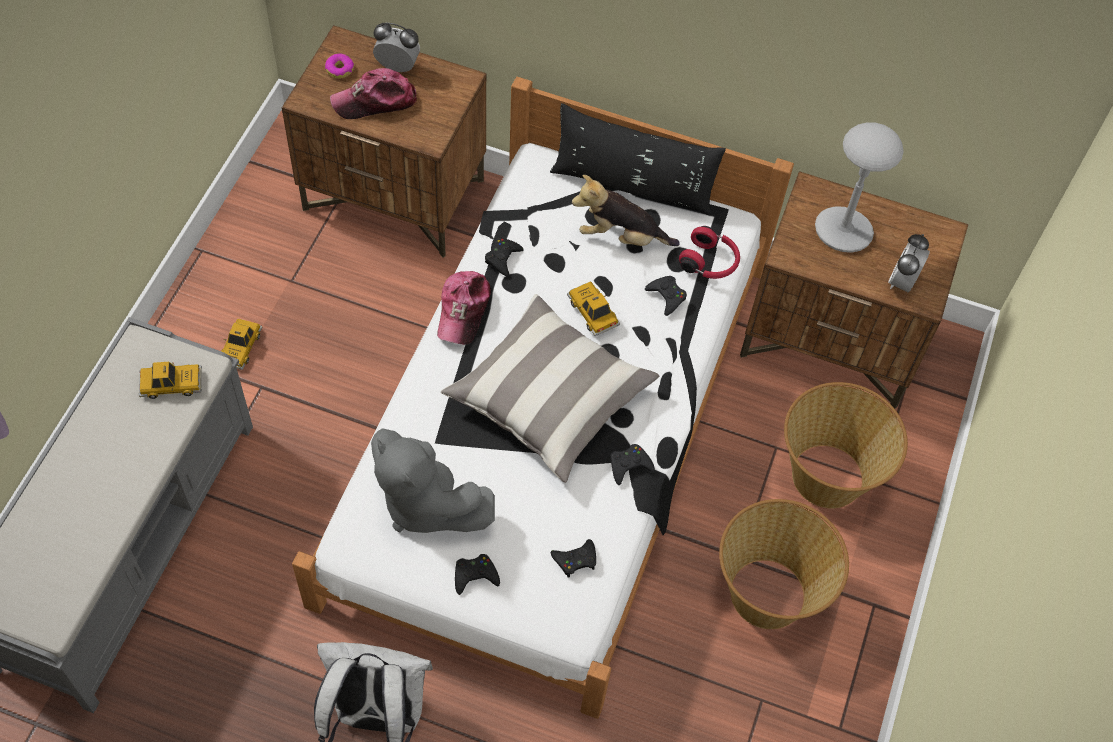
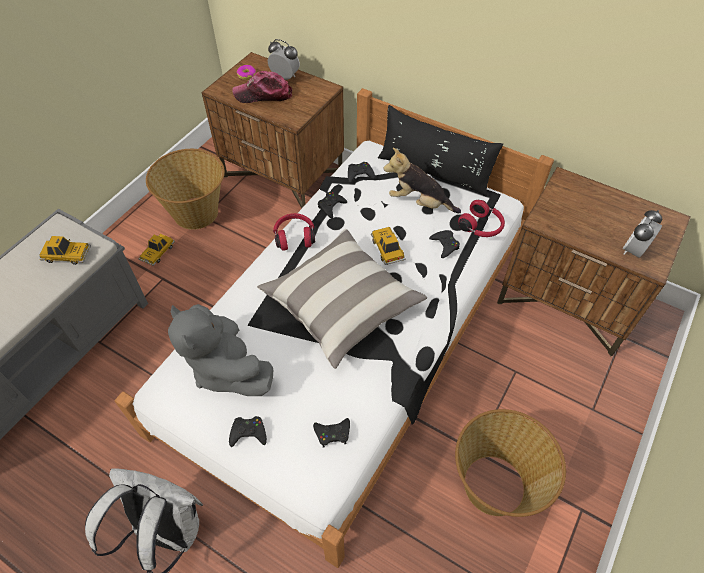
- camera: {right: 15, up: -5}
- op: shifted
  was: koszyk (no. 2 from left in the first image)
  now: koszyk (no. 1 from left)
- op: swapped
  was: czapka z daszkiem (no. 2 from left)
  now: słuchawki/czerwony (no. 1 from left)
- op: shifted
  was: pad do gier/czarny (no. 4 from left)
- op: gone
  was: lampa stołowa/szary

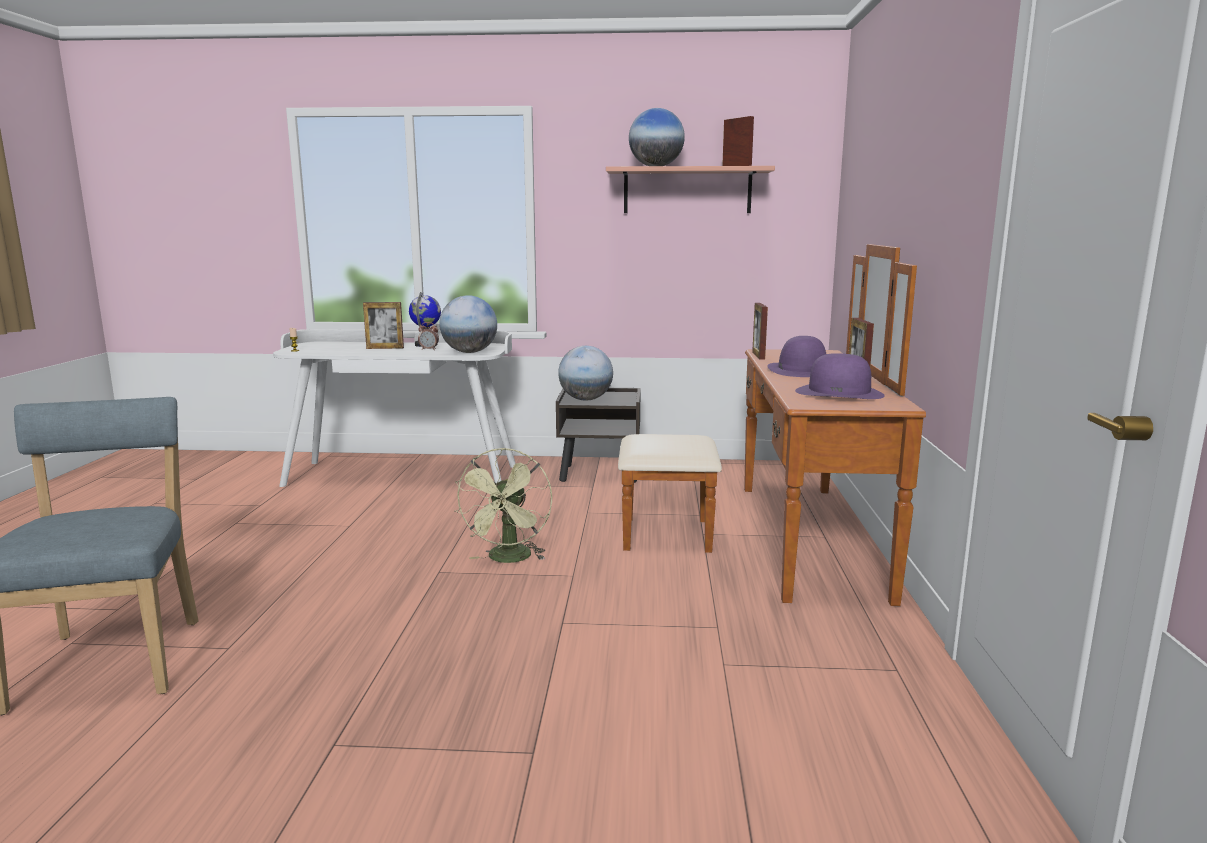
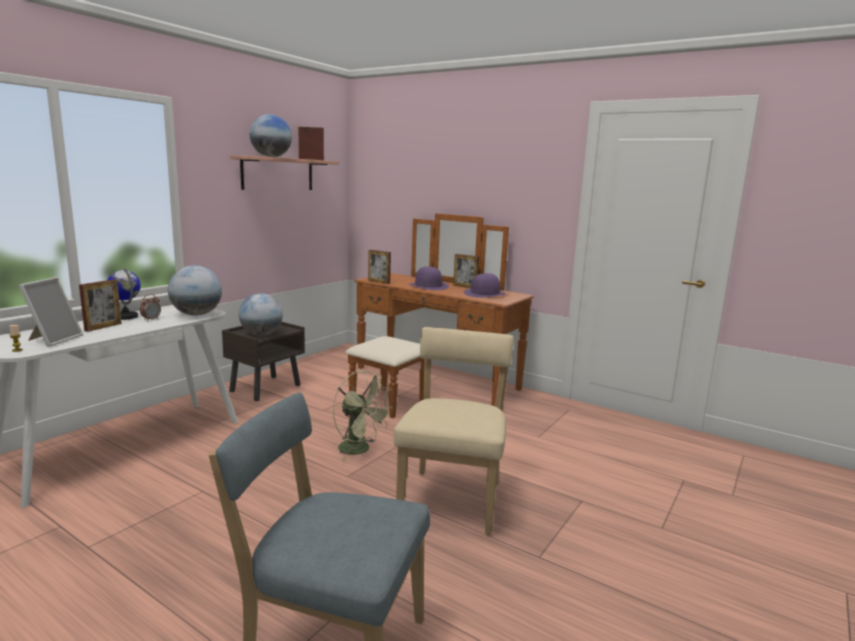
- camera: {right: -60, up: 0}
- op: new
  now: ramka na zdjęcie (no. 1 from left)
- op: new
  now: krzesło/beżowy

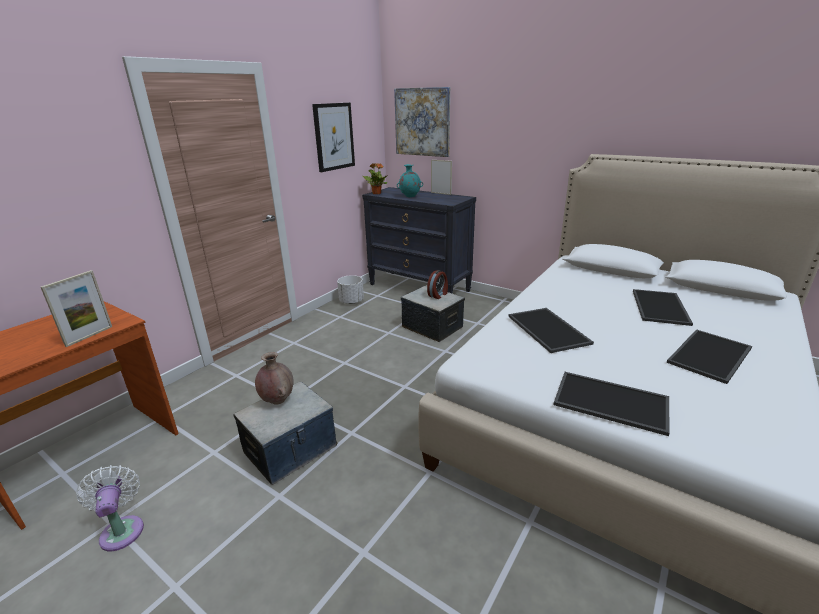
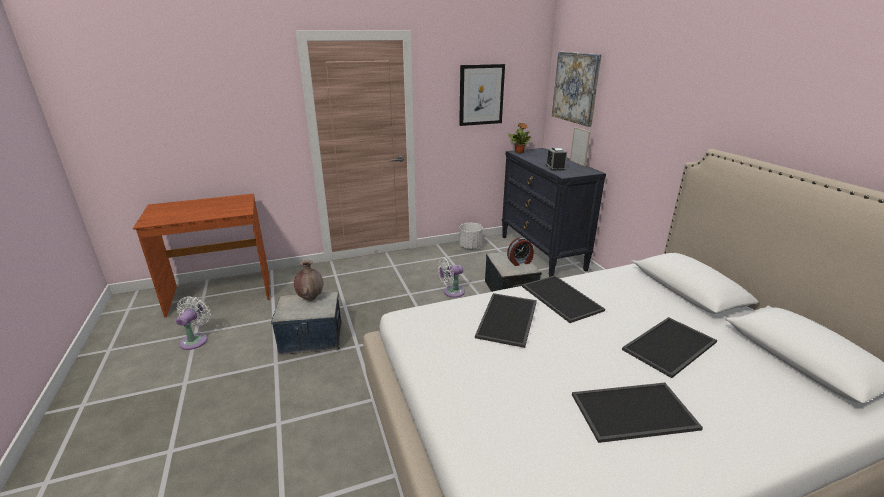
- camera: {right: 35, up: 0}
- op: new
  now: wentylator/biały (no. 2 from left)
- op: shifted
  was: taca (no. 2 from left)
- op: new
  now: budzik (no. 2 from left)
- op: gone
  was: ramka na zdjęcie (no. 1 from left)
- op: gone
  was: wazon/turkusowy

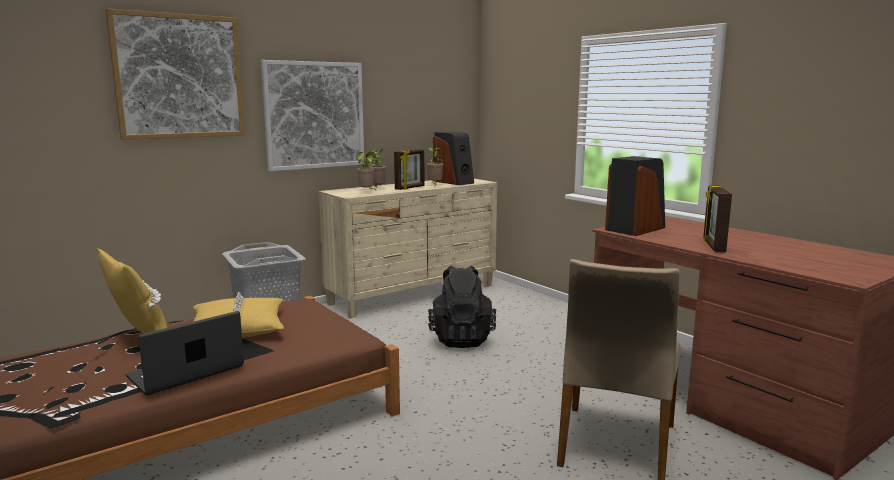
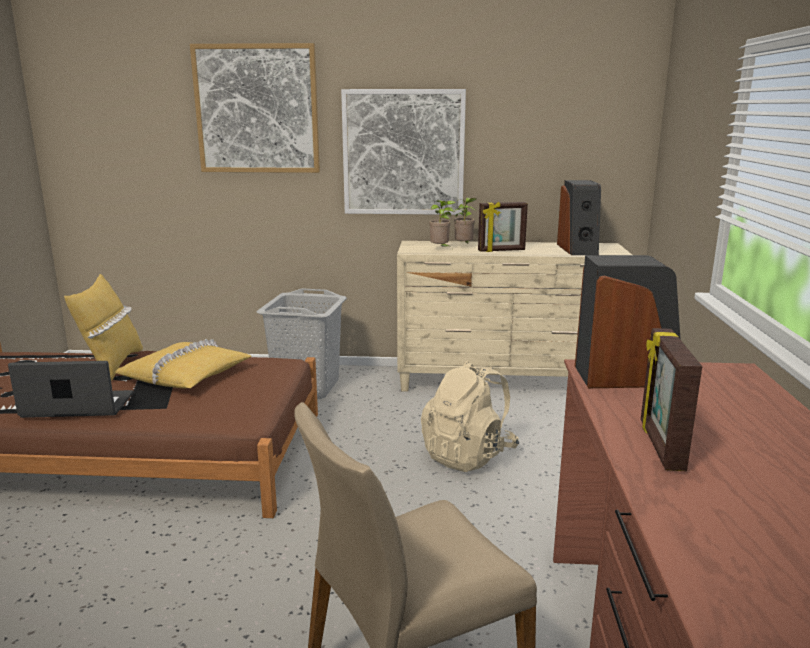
- camera: {right: 40, up: 5}
- op: repainted
  was: plecak/czarny
  now: plecak/beżowy
- op: rotated
  was: ramka na zdjęcie (no. 2 from left)
  clockwise: -45
- op: gone
  was: roślina doniczkowa (no. 3 from left)

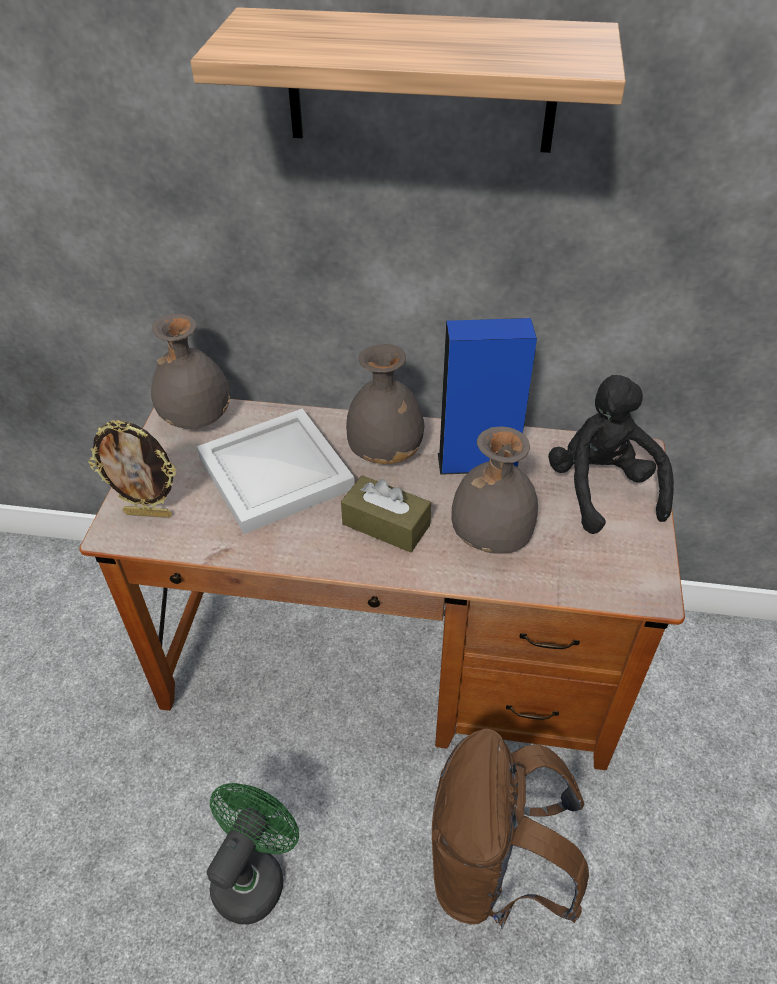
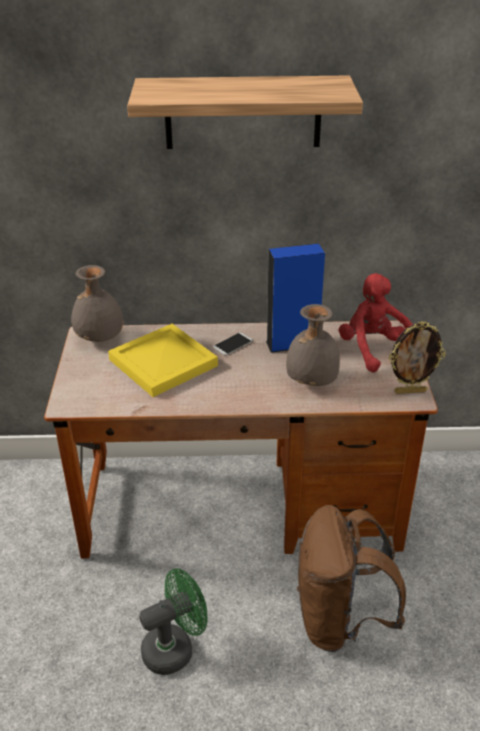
- camera: {right: -10, up: -10}
- op: repainted
  was: taca/biały
  now: taca/żółty
- op: rotated
  was: wentylator/zielony
  clockwise: 45
- op: swapped
  was: wazon/szary (no. 2 from left)
  now: telefon
- op: repainted
  was: pluszak/czarny
  now: pluszak/czerwony
- op: shifted
  was: ramka na zdjęcie
- op: gone
  was: pudełko chusteczek/brązowy

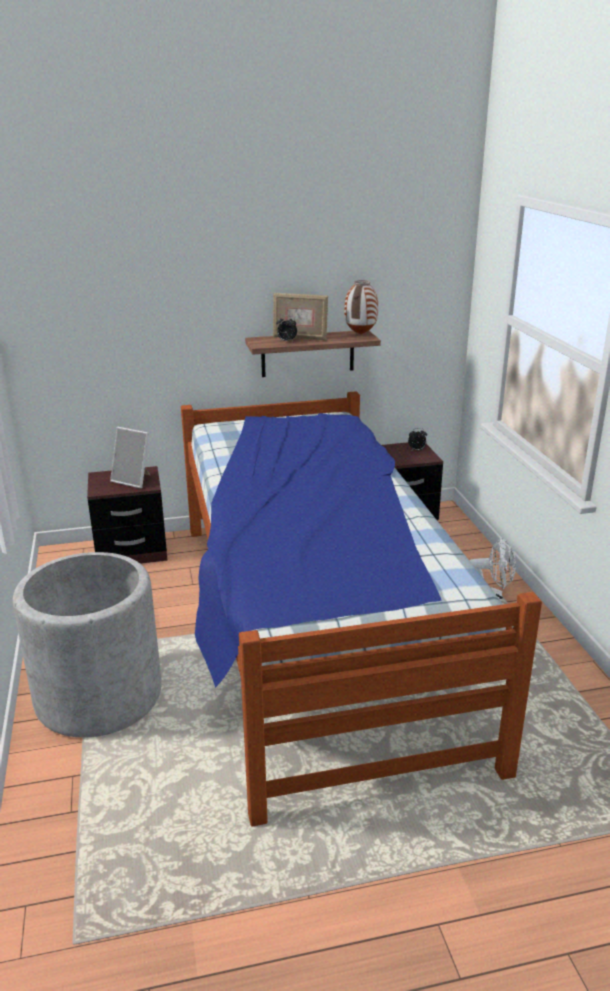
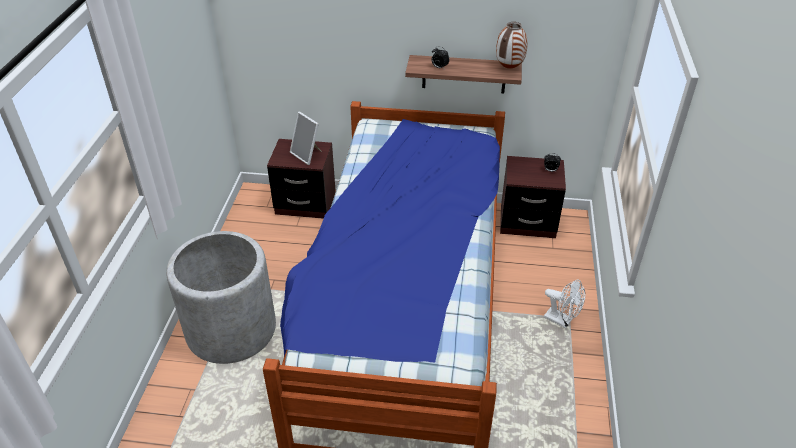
- camera: {right: 20, up: 15}
- op: gone
  was: ramka na zdjęcie (no. 2 from left)

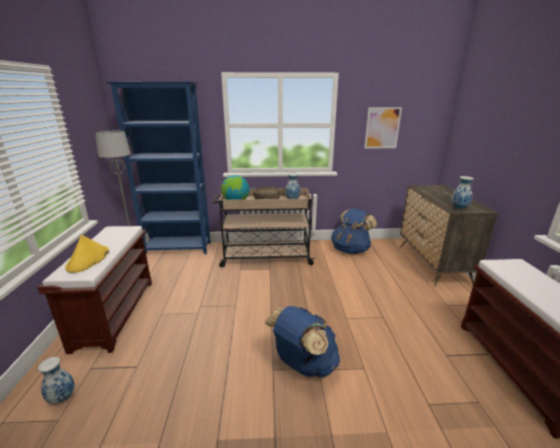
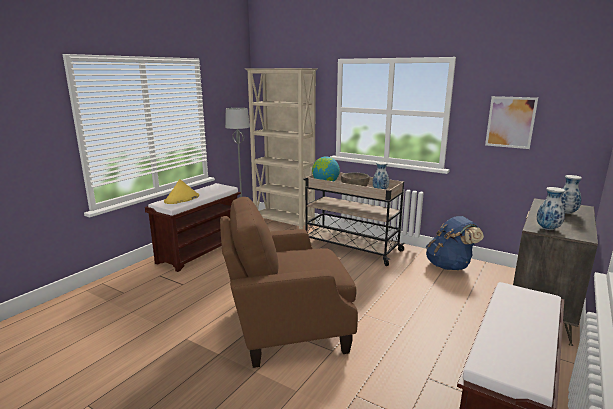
- camera: {right: 35, up: -5}
- op: swapped
  was: plecak/niebieski (no. 1 from left)
  now: fotel/brązowy
- op: repainted
  was: regał/niebieski
  now: regał/beżowy
- op: shifted
  was: wazon (no. 1 from left in the first image)
  now: wazon (no. 3 from left)

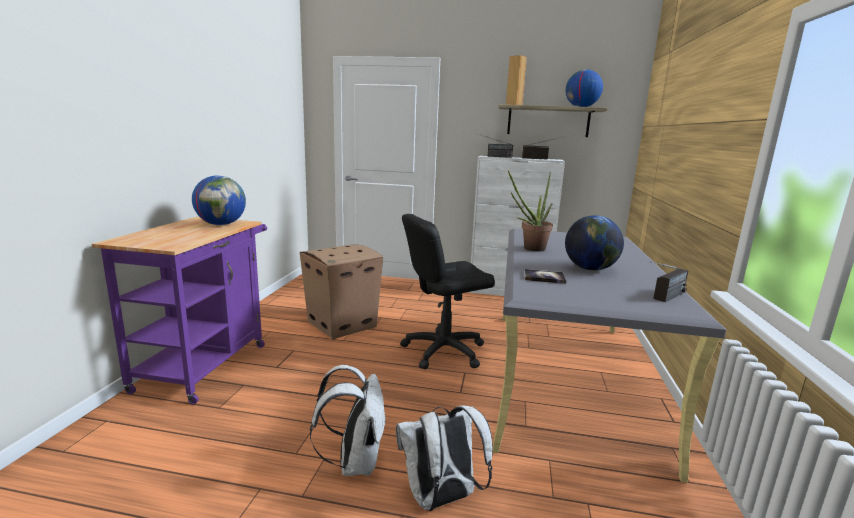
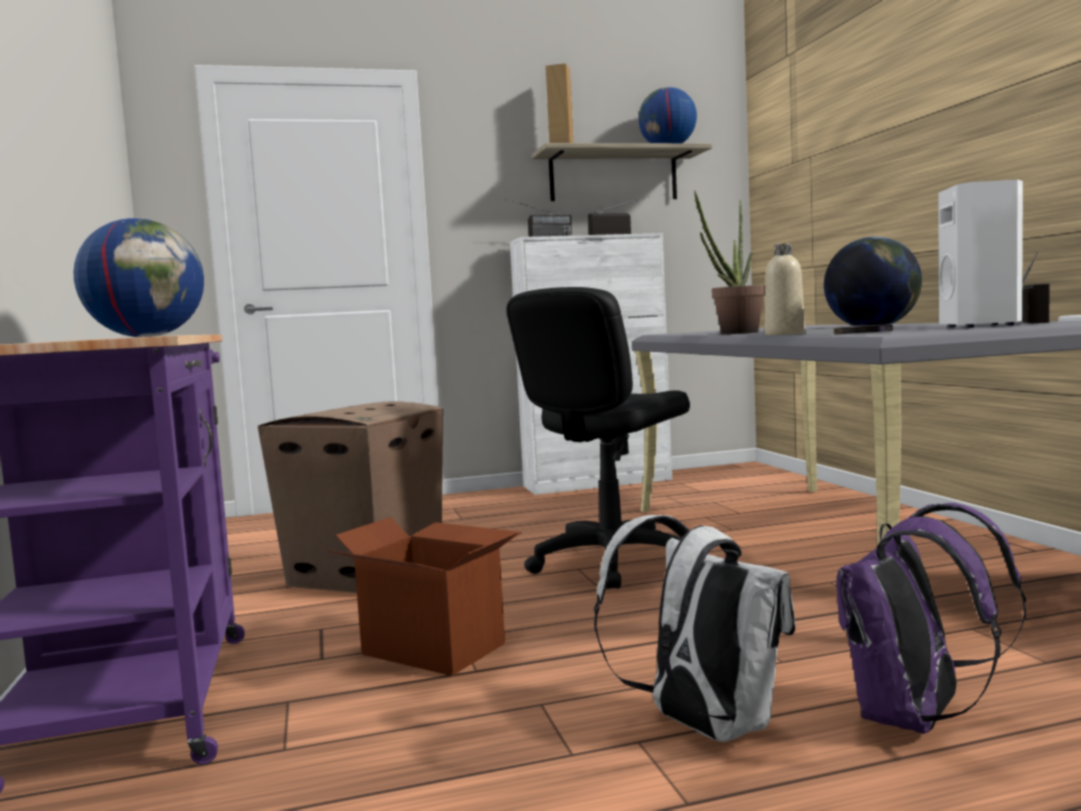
- camera: {right: -25, up: -10}
- op: new
  now: karton (no. 2 from left)
- op: new
  now: butelka/beżowy
- op: repainted
  was: plecak/biały (no. 2 from left)
  now: plecak/fioletowy
- op: new
  now: głośnik/biały

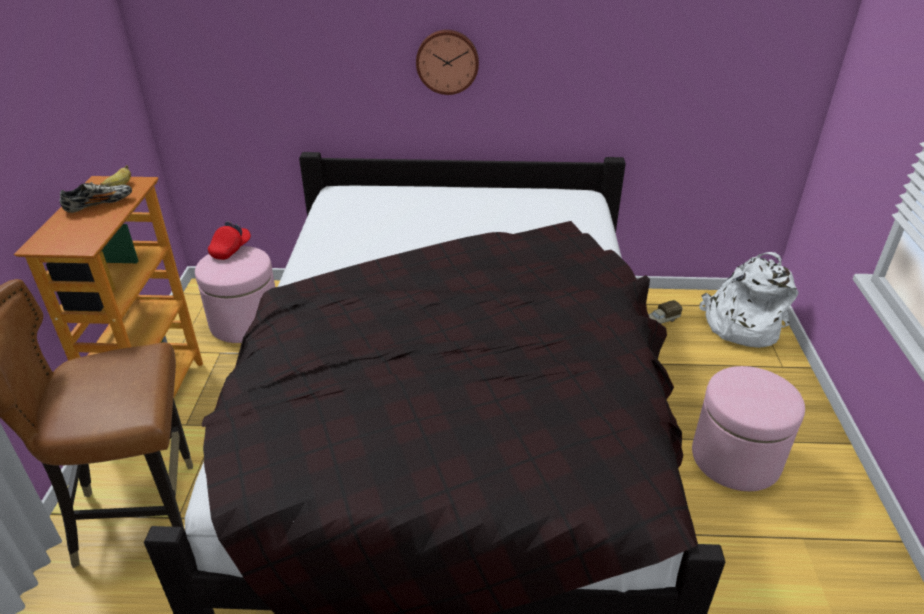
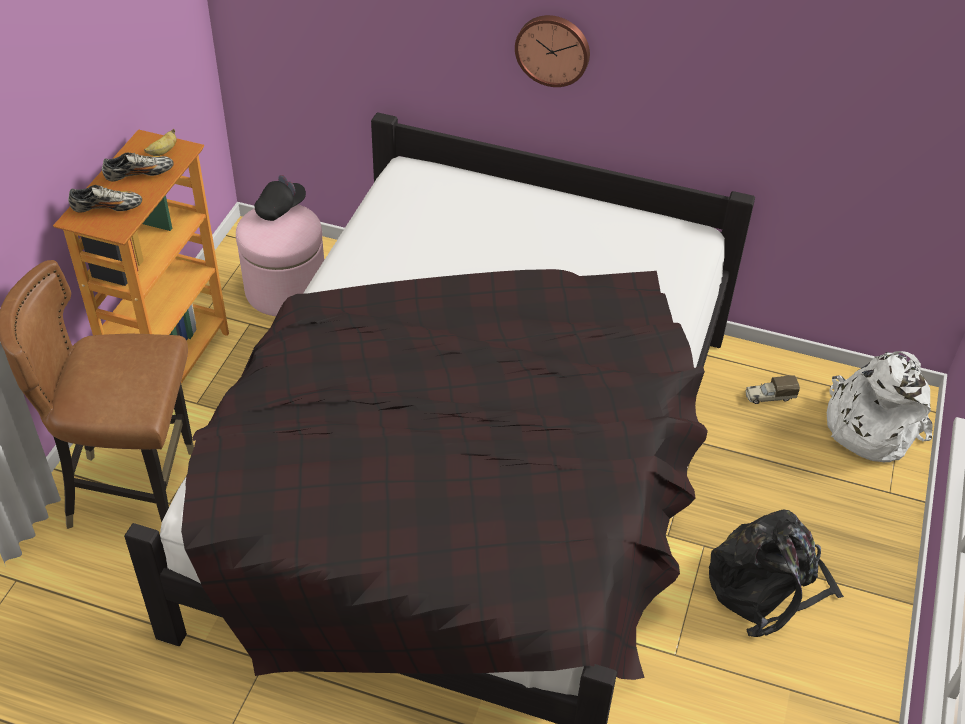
- camera: {right: 15, up: 10}
- op: new
  now: but (no. 1 from left)
- op: repainted
  was: czapka z daszkiem/czerwony
  now: czapka z daszkiem/czarny
- op: swapped
  was: pufa/różowy (no. 2 from left)
  now: plecak/czarny

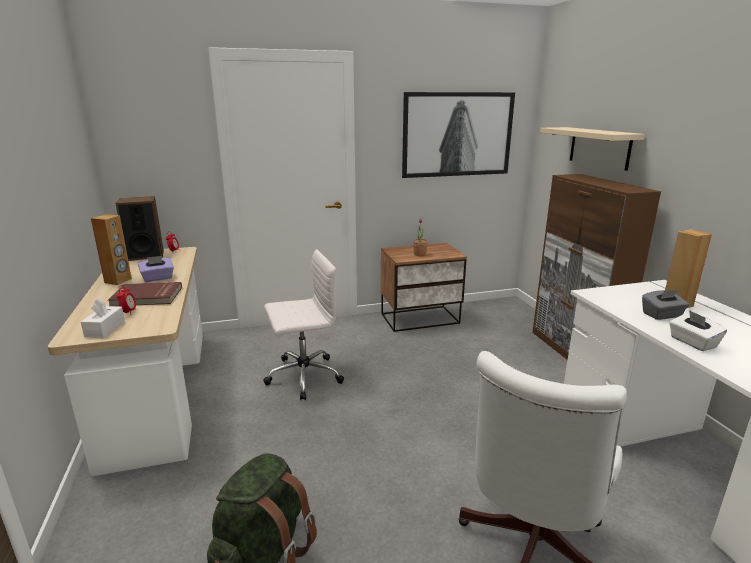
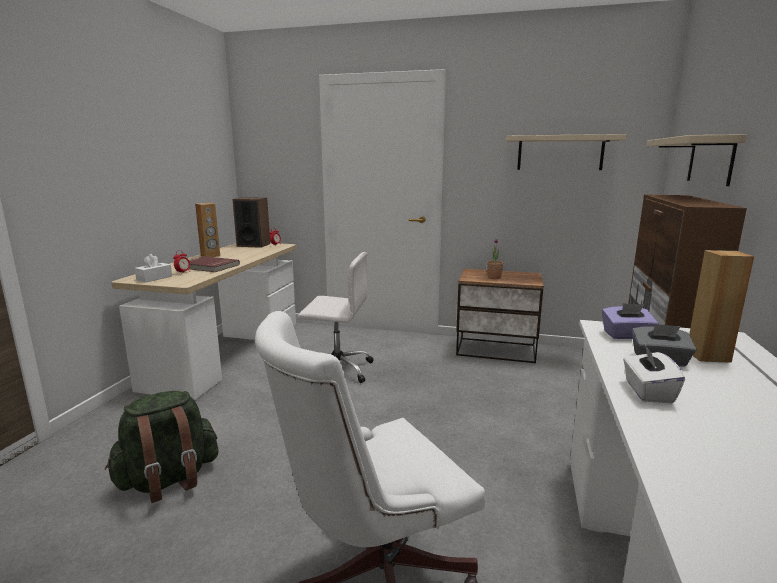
- camera: {right: 30, up: -5}
- op: swapped
  was: obraz
  now: półka/beżowy (no. 1 from left)
- op: shifted
  was: pudełko chusteczek/fioletowy

